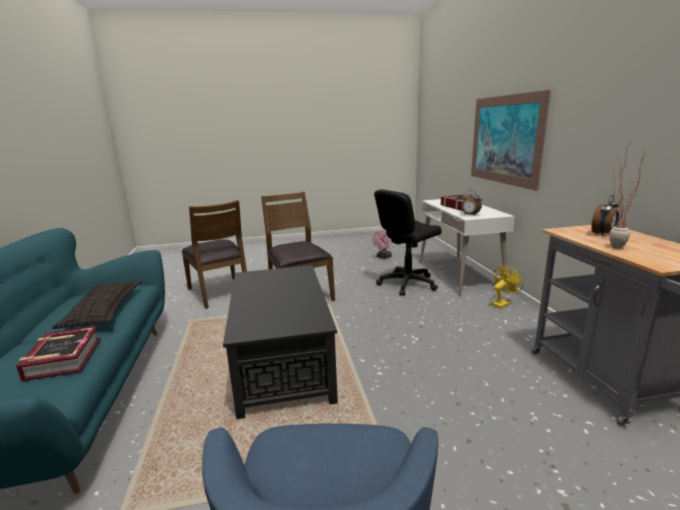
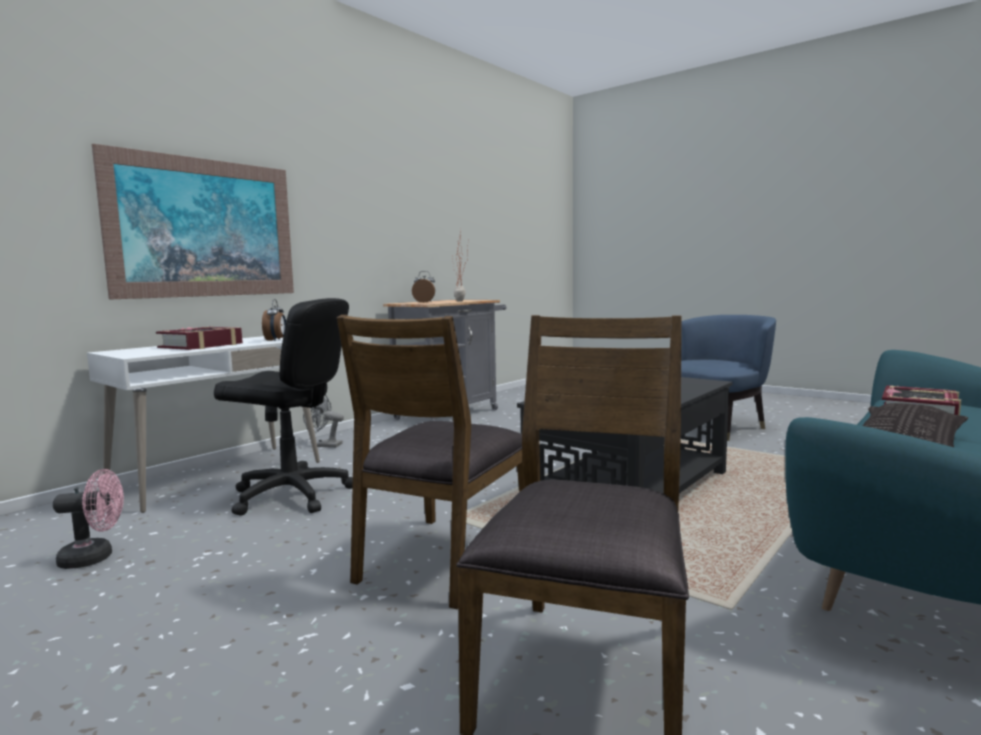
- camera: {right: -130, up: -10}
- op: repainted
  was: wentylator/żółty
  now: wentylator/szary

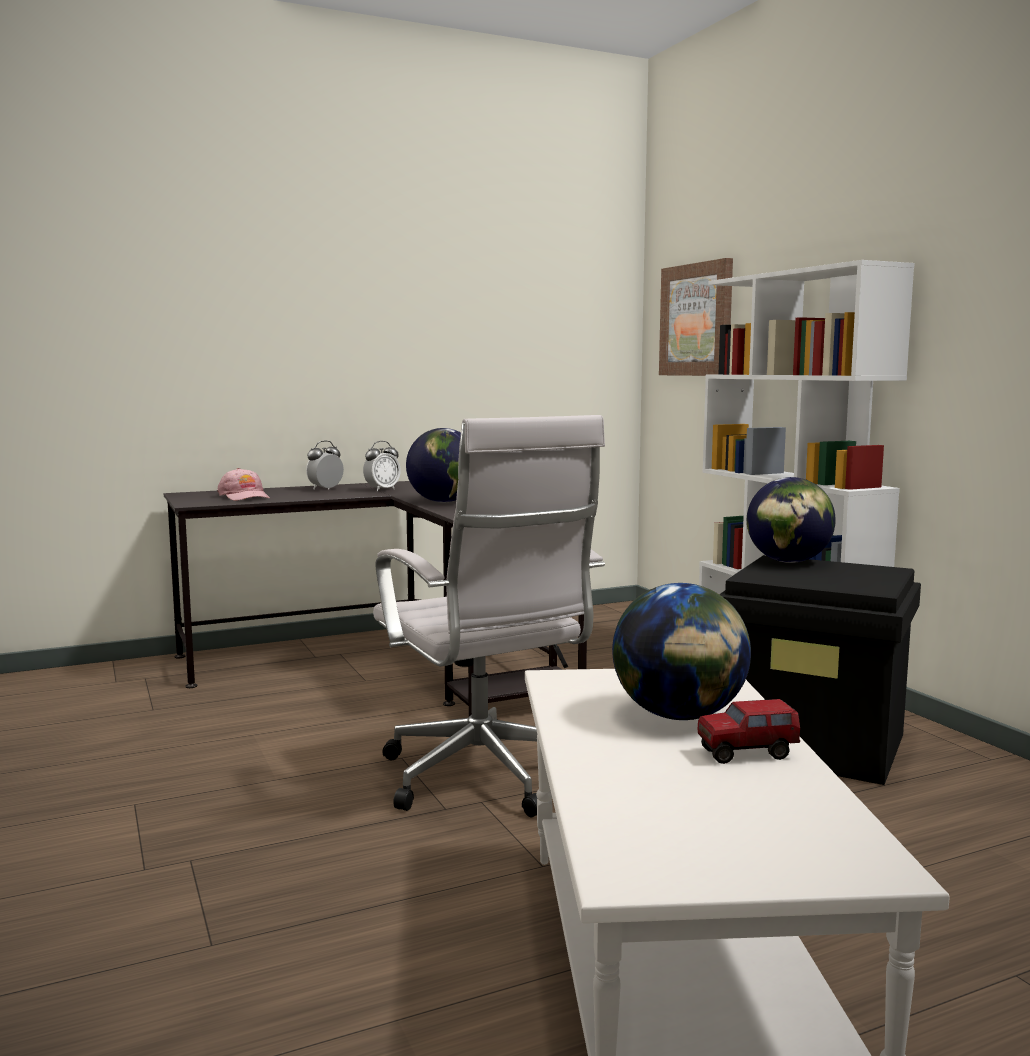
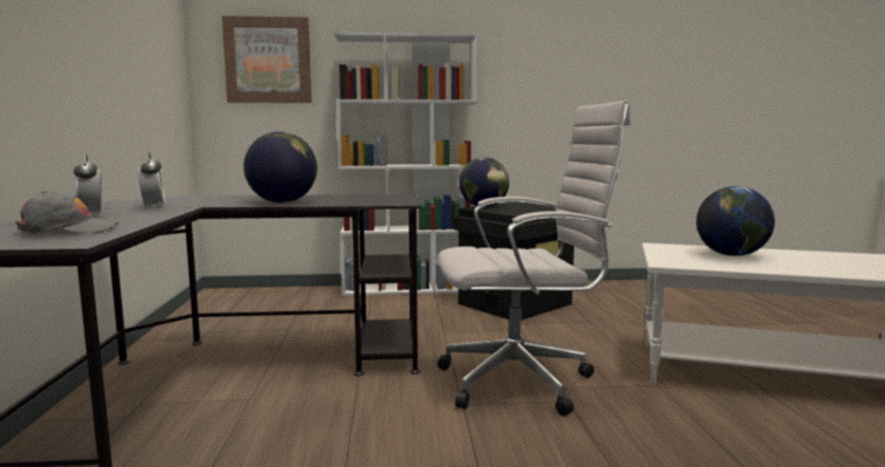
- camera: {right: -70, up: 0}
- op: repainted
  was: czapka z daszkiem/różowy
  now: czapka z daszkiem/szary
- op: gone
  was: ciężarówka zabawkowa

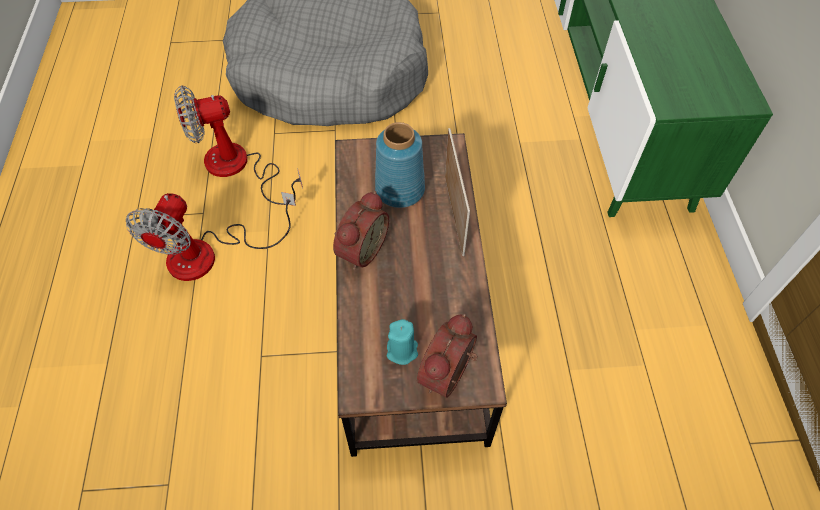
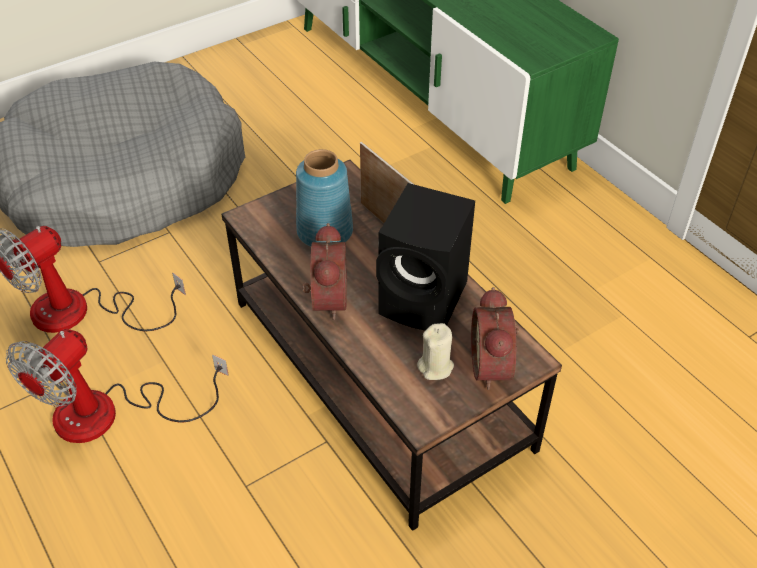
- camera: {right: -30, up: -10}
- op: rotated
  was: wentylator (no. 1 from left in the first image)
  clockwise: 45
- op: new
  now: głośnik/czarny
- op: repainted
  was: świeca/turkusowy
  now: świeca/beżowy

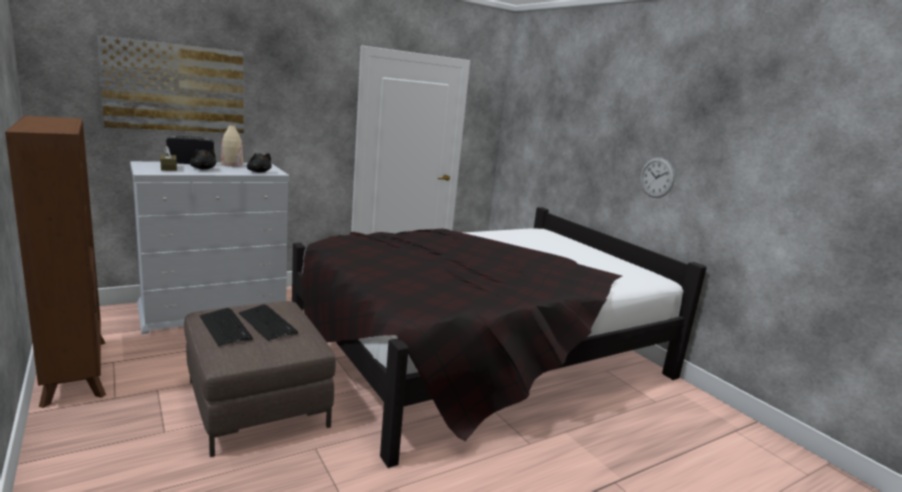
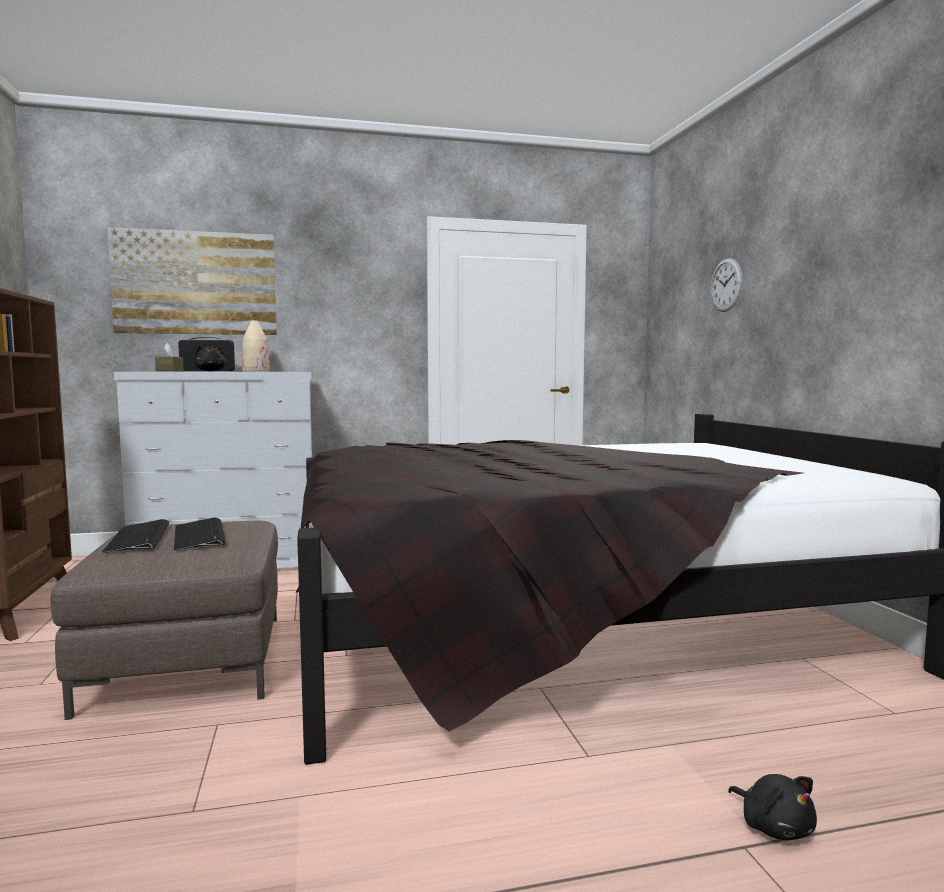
- camera: {right: 20, up: -10}
- op: shifted
  was: zegar ścienny
- op: shifted
  was: pluszak/czarny (no. 2 from left)

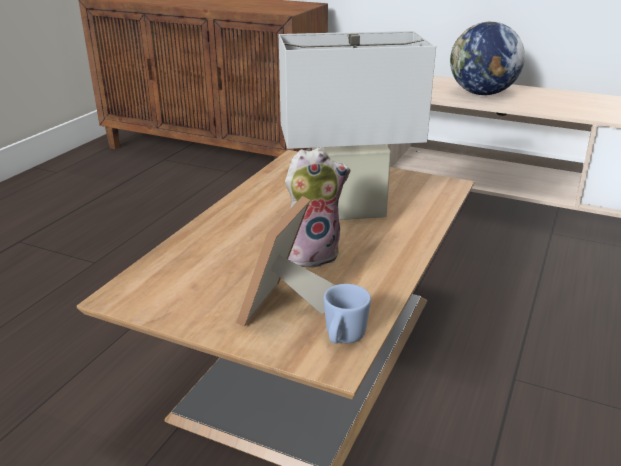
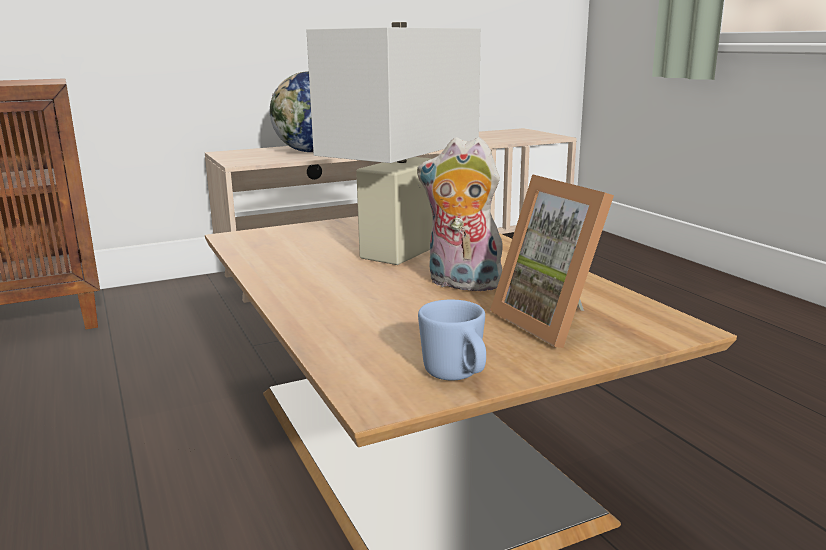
- camera: {right: -50, up: -10}
- op: rotated
  was: pluszak
  clockwise: -90
- op: shifted
  was: kubek/niebieski

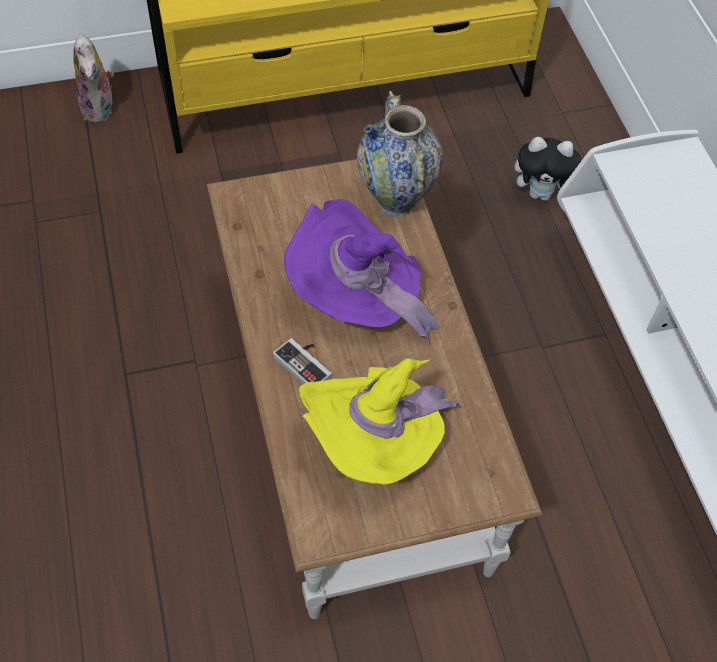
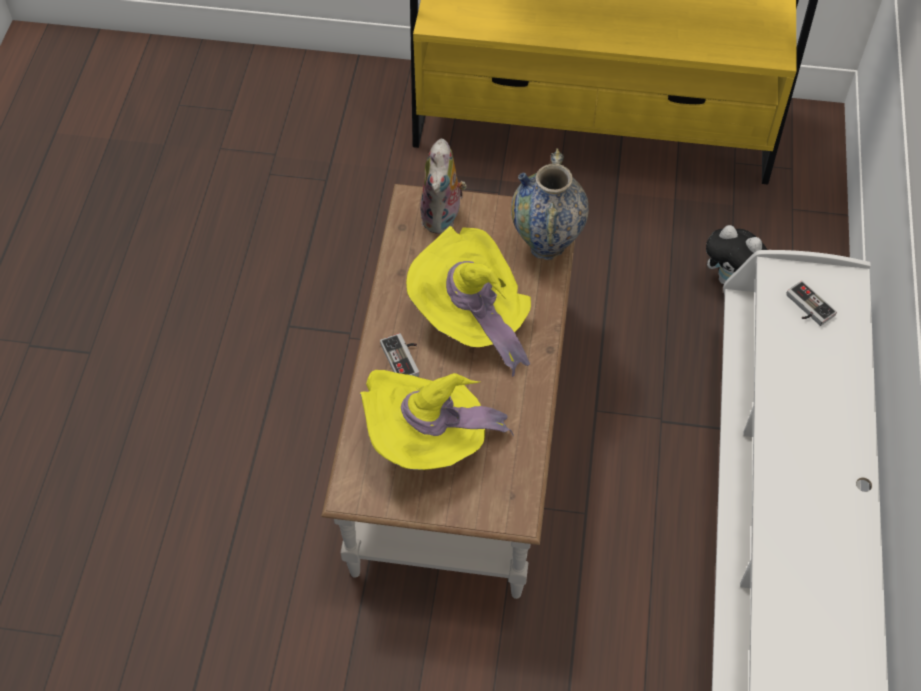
- camera: {right: 25, up: 0}
- op: repainted
  was: kapelusz/fioletowy
  now: kapelusz/żółty (no. 2 from left)
- op: shifted
  was: pluszak (no. 1 from left)
- op: new
  now: pad do gier (no. 2 from left)

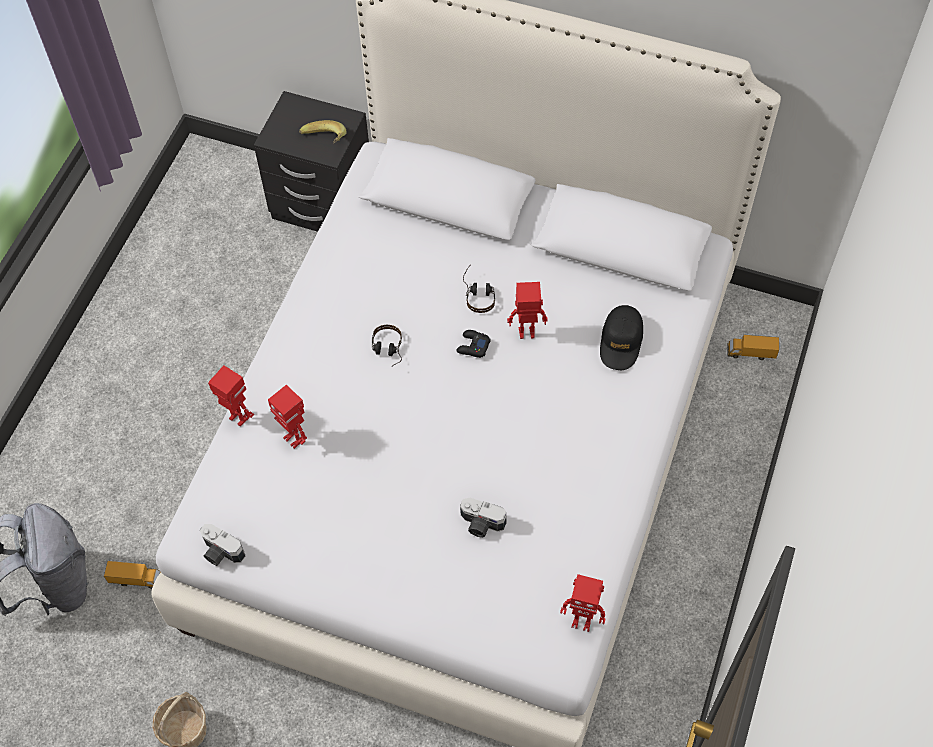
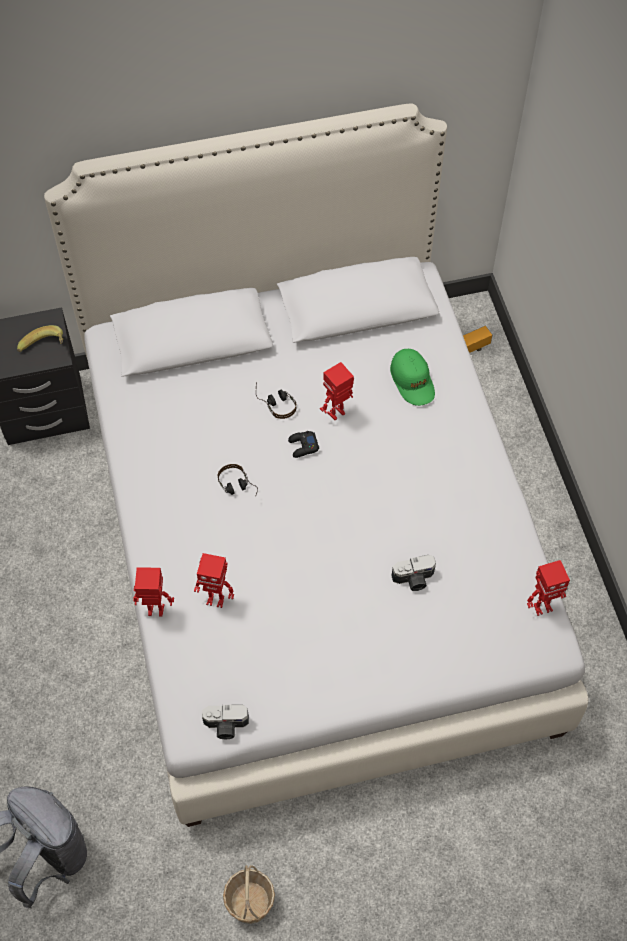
- camera: {right: -35, up: 0}
- op: repainted
  was: czapka z daszkiem/czarny
  now: czapka z daszkiem/zielony
- op: gone
  was: ciężarówka zabawkowa (no. 1 from left)

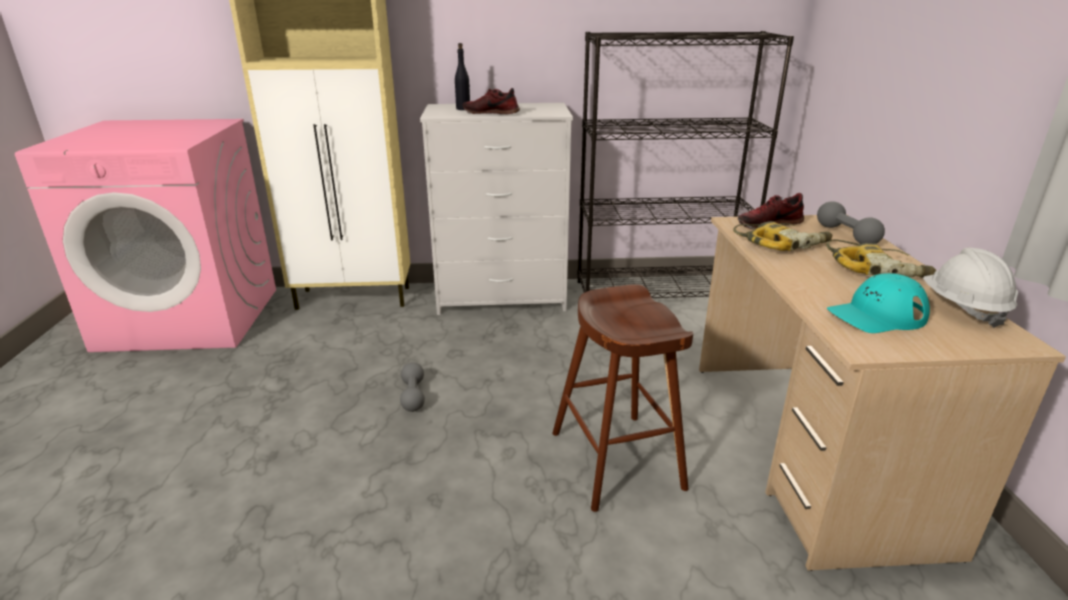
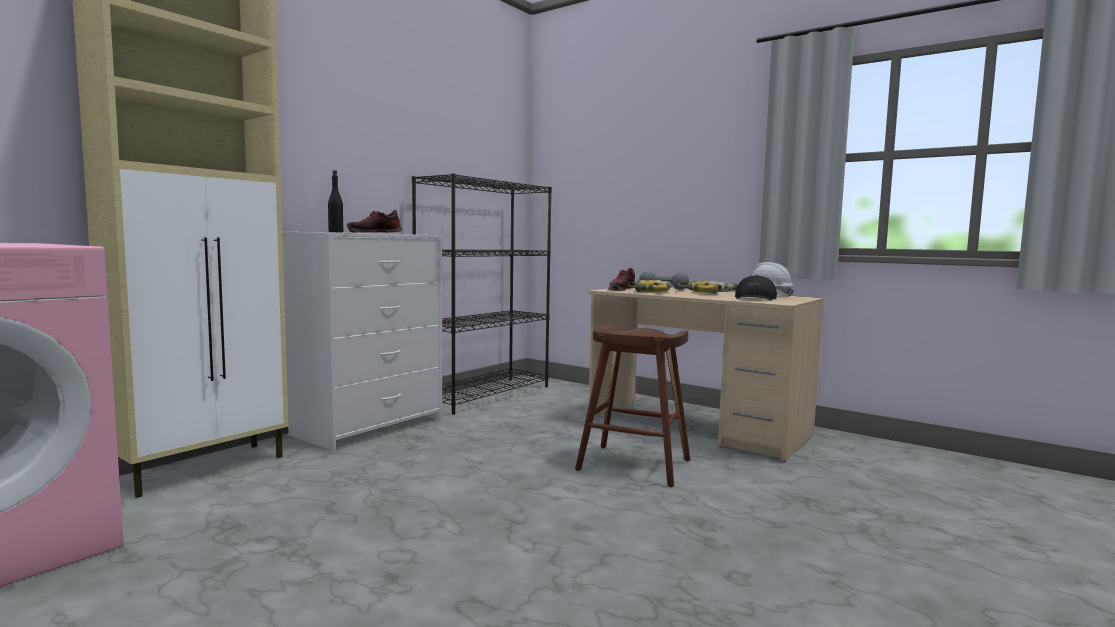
- camera: {right: -50, up: -20}
- op: repainted
  was: czapka z daszkiem/turkusowy
  now: czapka z daszkiem/czarny
- op: gone
  was: hantel/szary (no. 1 from left)

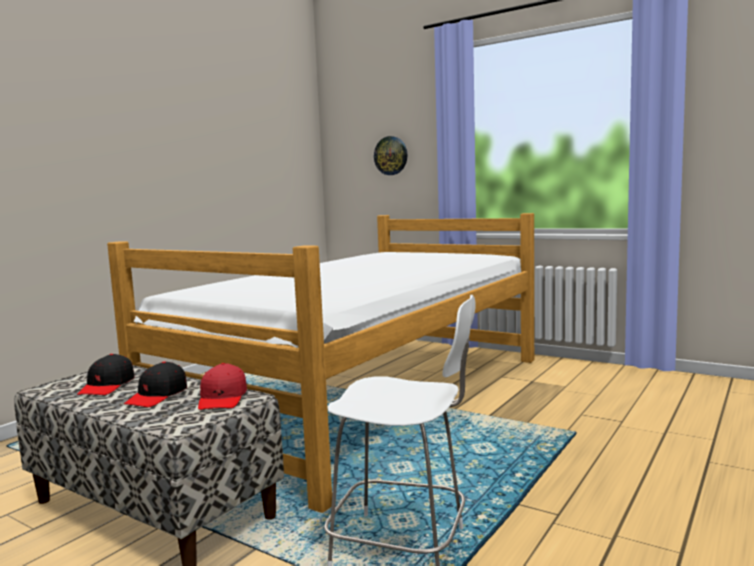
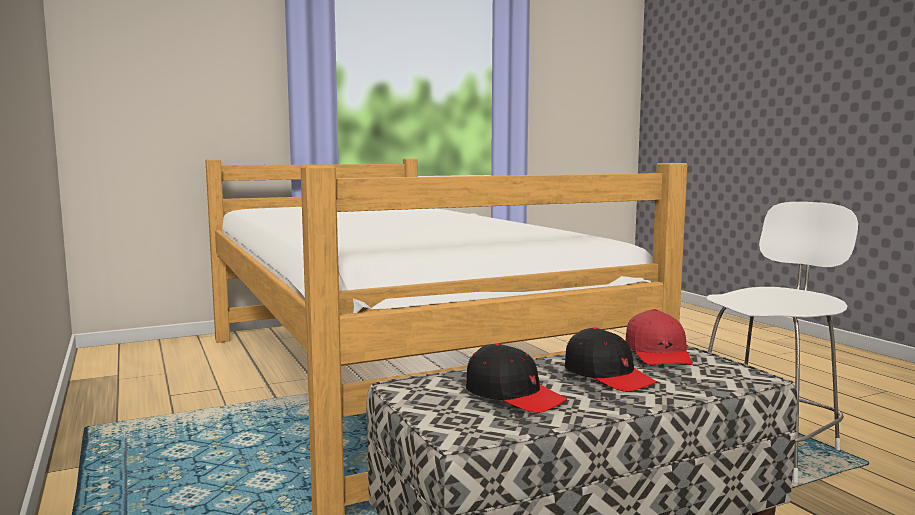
- camera: {right: -60, up: 0}
- op: rotated
  was: czapka z daszkiem/czerwony
  clockwise: 60
- op: gone
  was: zegar ścienny

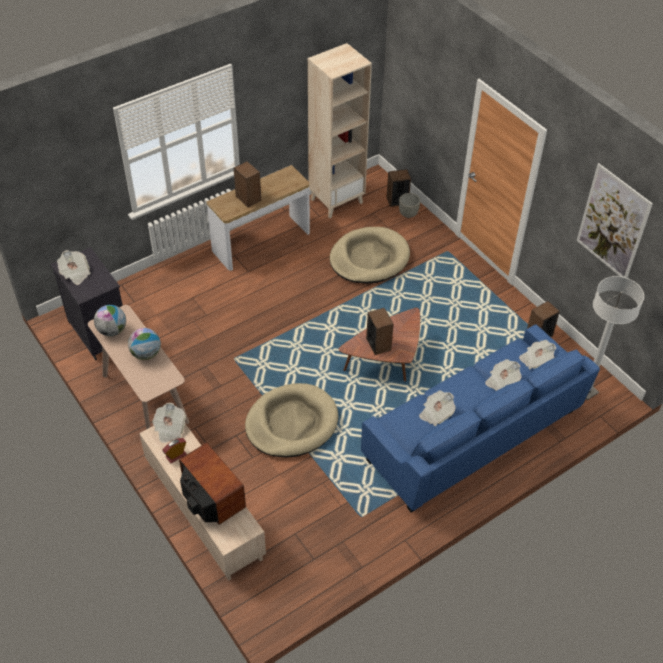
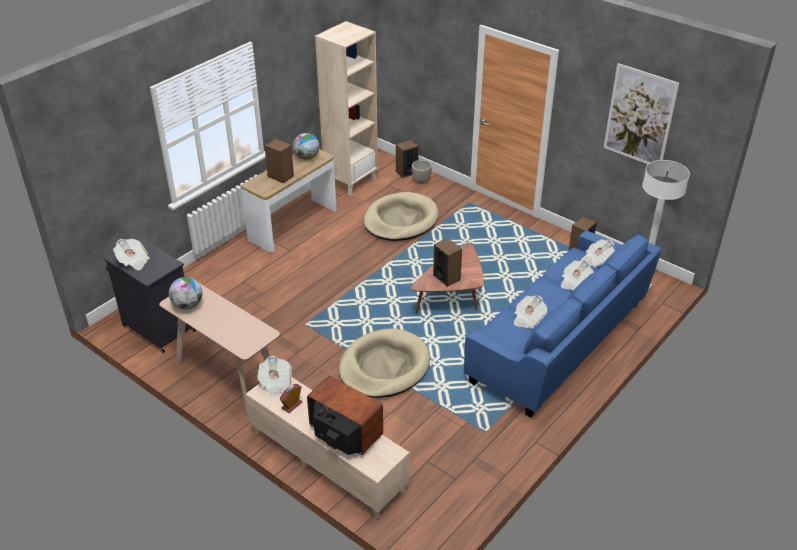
- camera: {right: -15, up: -10}
- op: shifted
  was: globus (no. 2 from left)

